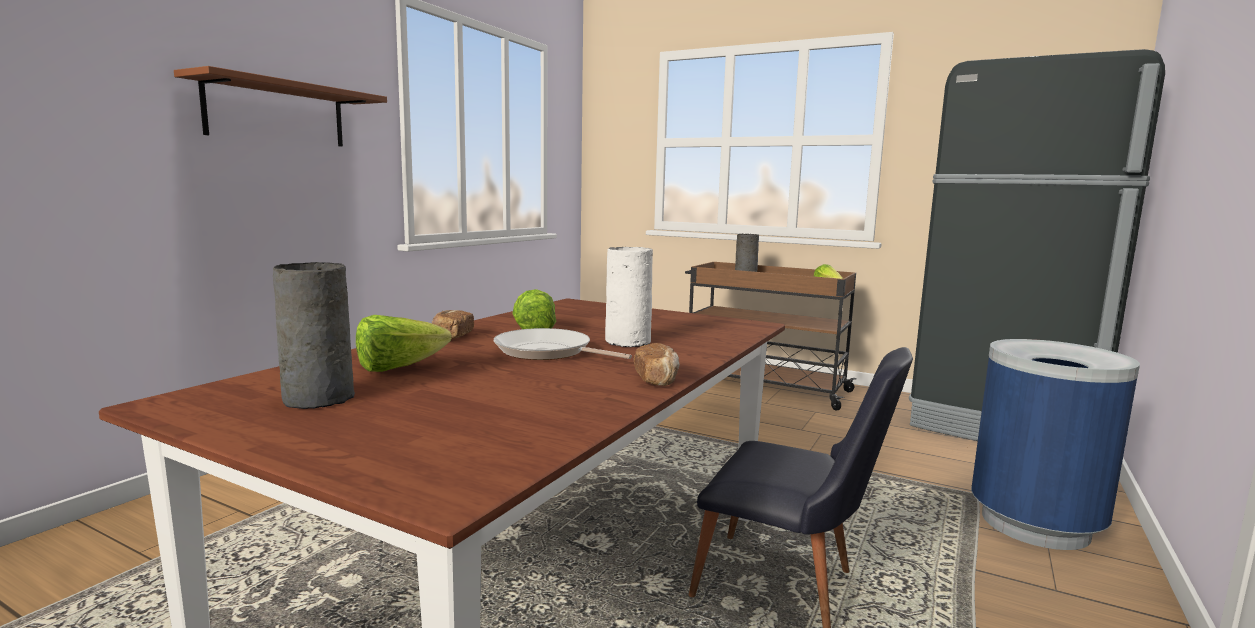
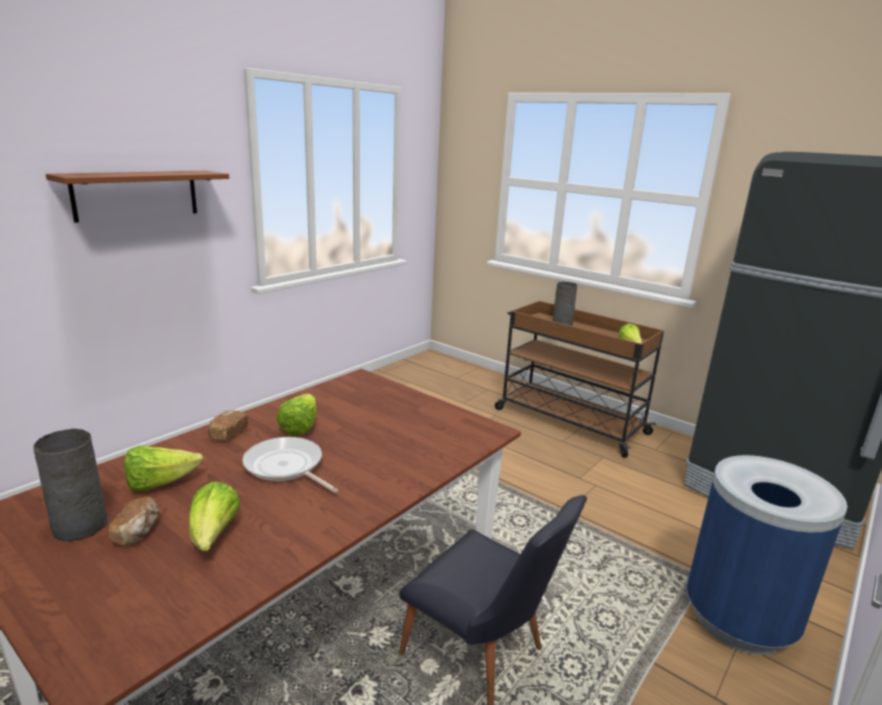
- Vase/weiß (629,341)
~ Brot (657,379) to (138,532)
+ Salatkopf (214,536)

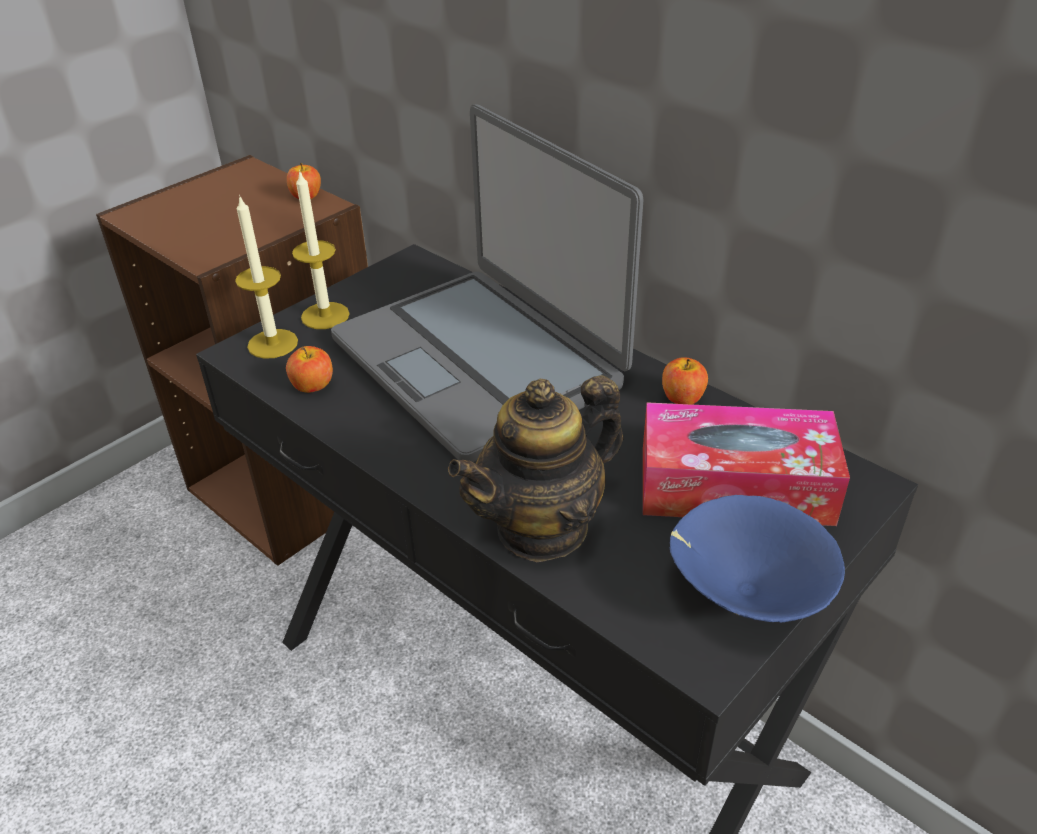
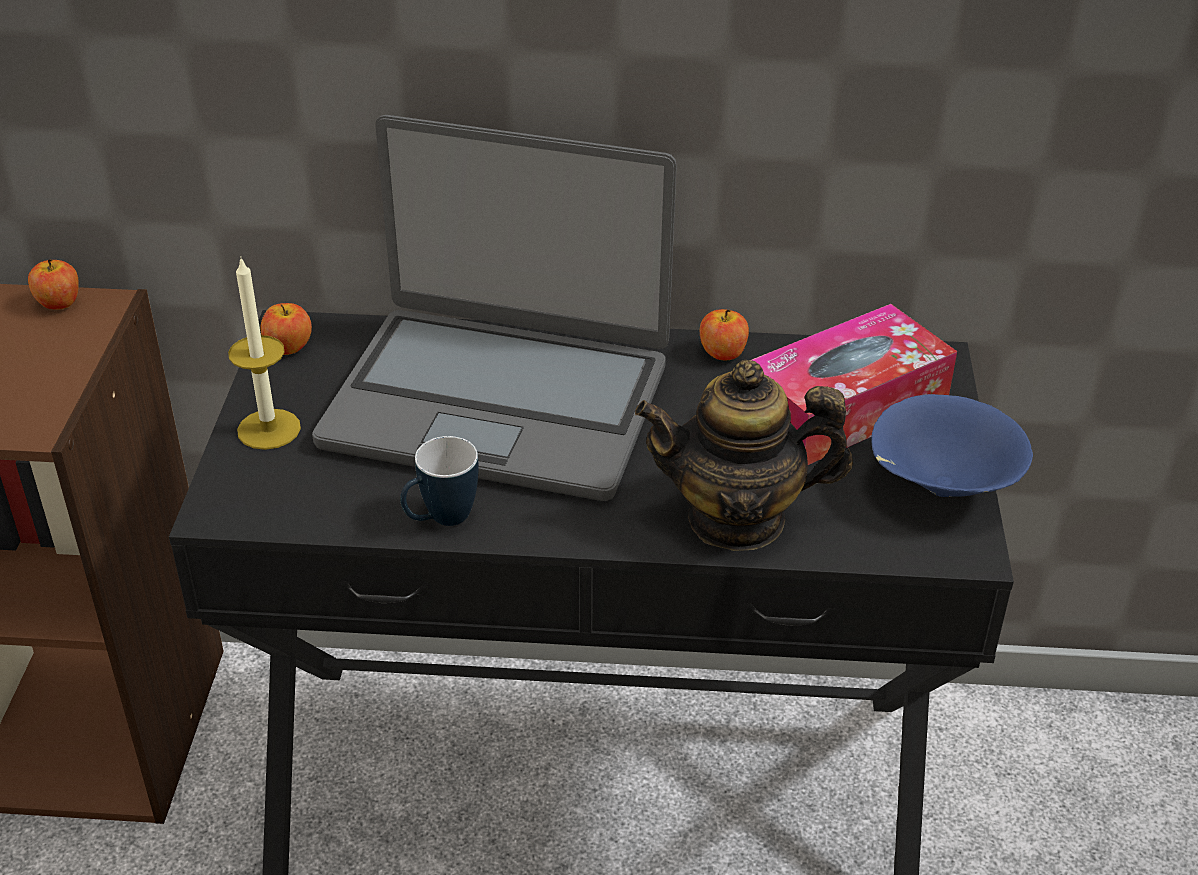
- Kerze (272,344)
~ Apfel (312,386) to (289,347)
~ Teekanne (542,527) = (737,518) 75 degrees clockwise
+ Henkelbecher (440,520)

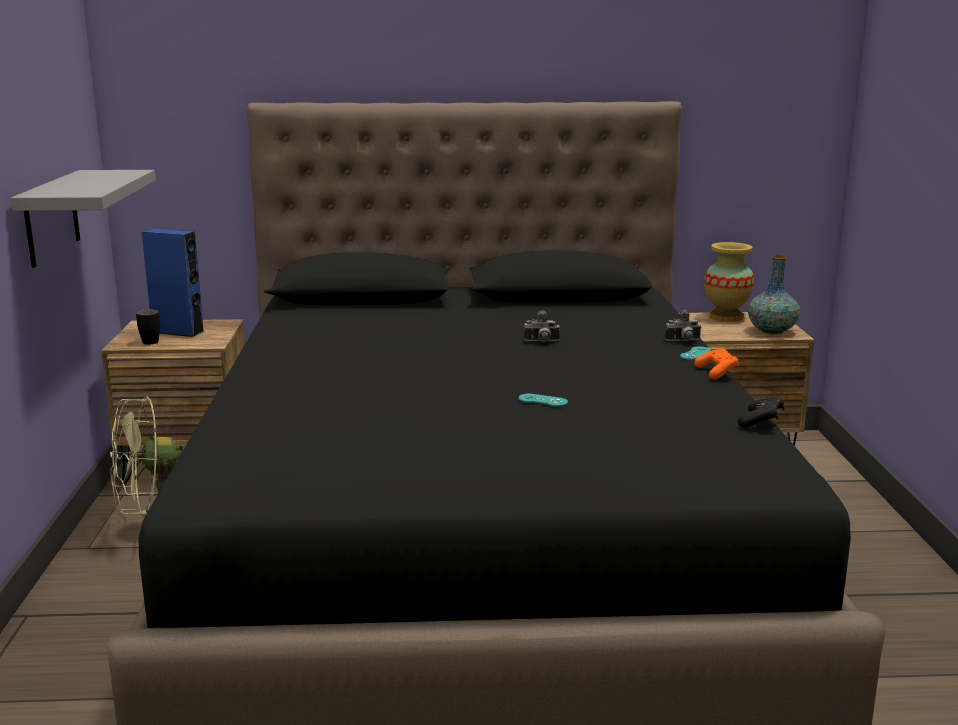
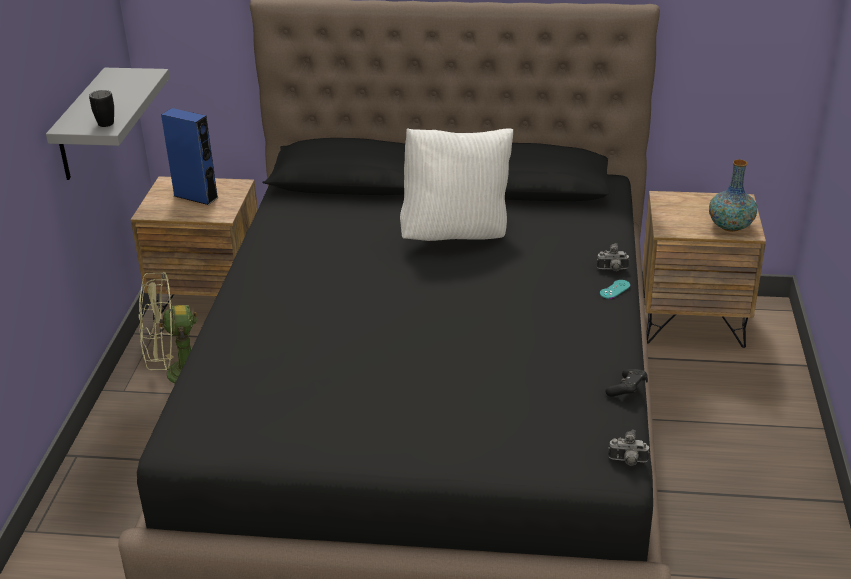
~ Henkelbecher/schwarz (149,341) to (105,121)
- Gamepad/türkis (543,400)
~ Kamera (541,342) to (627,461)
- Gamepad/orange (716,372)
- Vase (725,317)
+ Kissen/weiß (456,234)

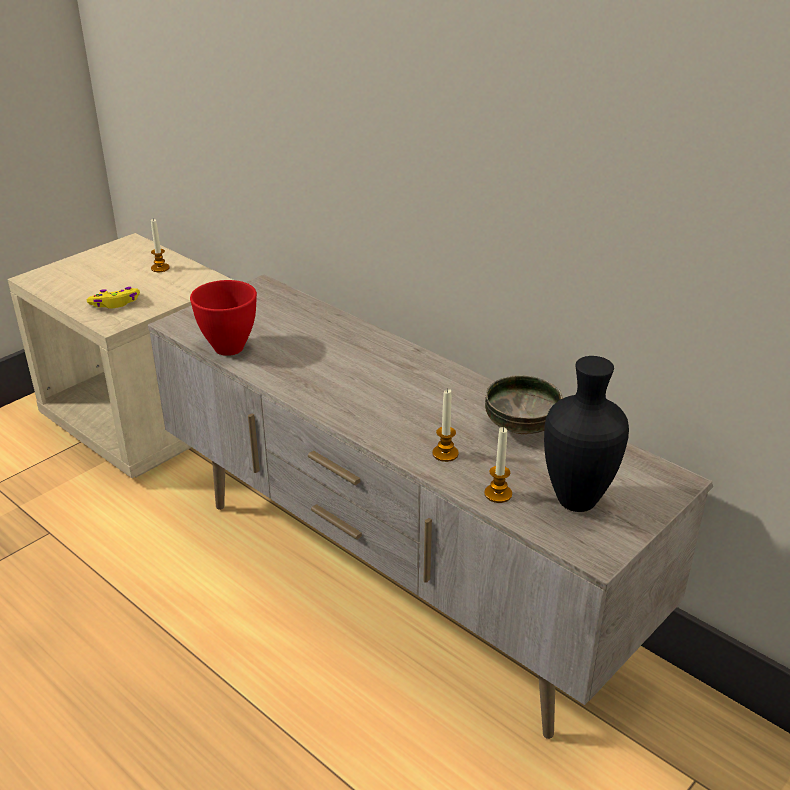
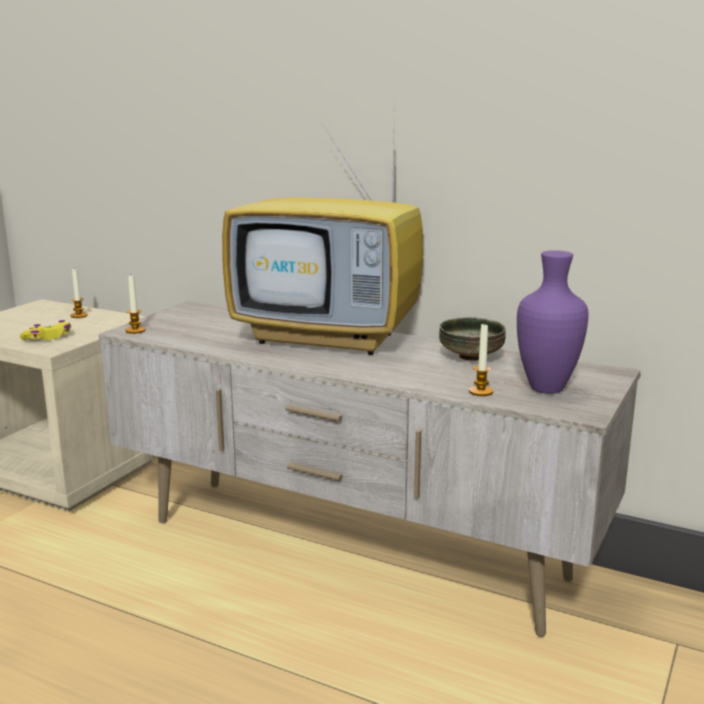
- Schüssel/rot (228,347)
~ Kerze (445,454) to (135,330)
~ Vase/schwarz (578,503) to Vase/lila (548,389)
+ Fernseher (331,338)

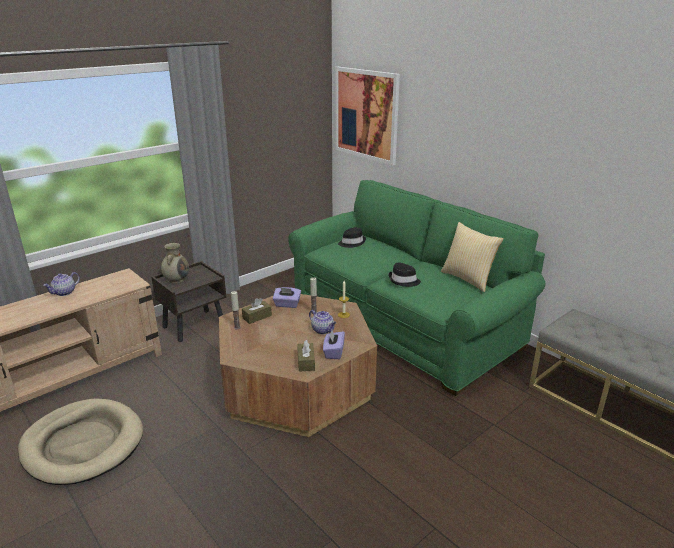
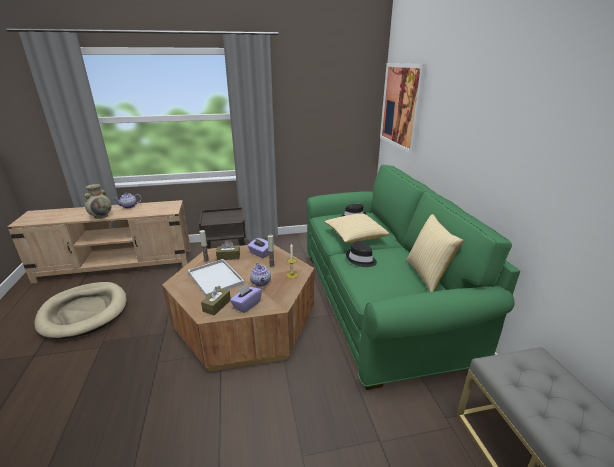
~ Vase/beige (176,280) to (101,216)
+ Tablett/weiß (214,278)
+ Kissen (355,236)

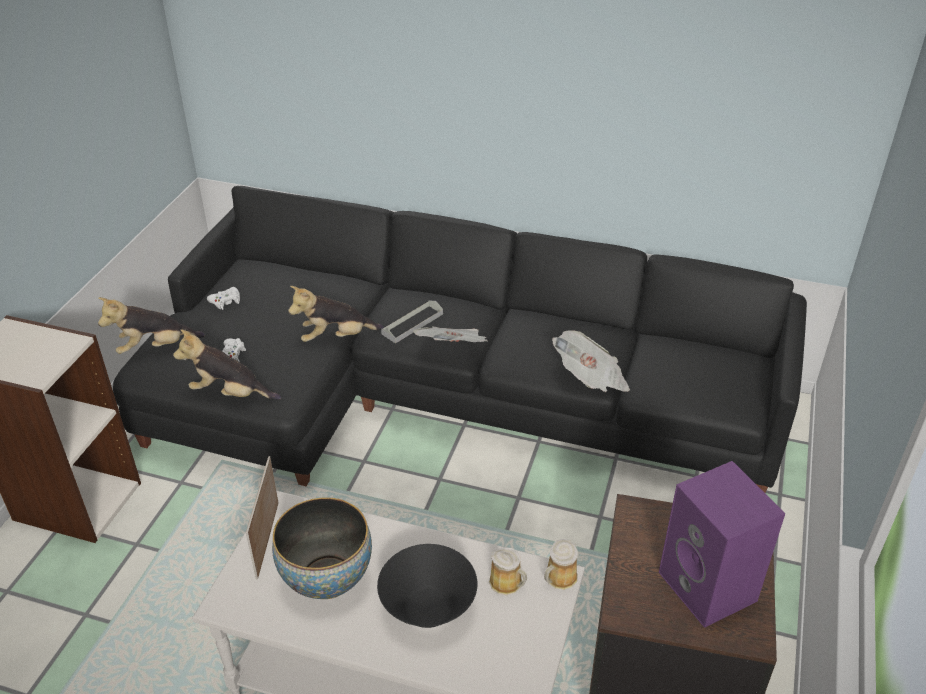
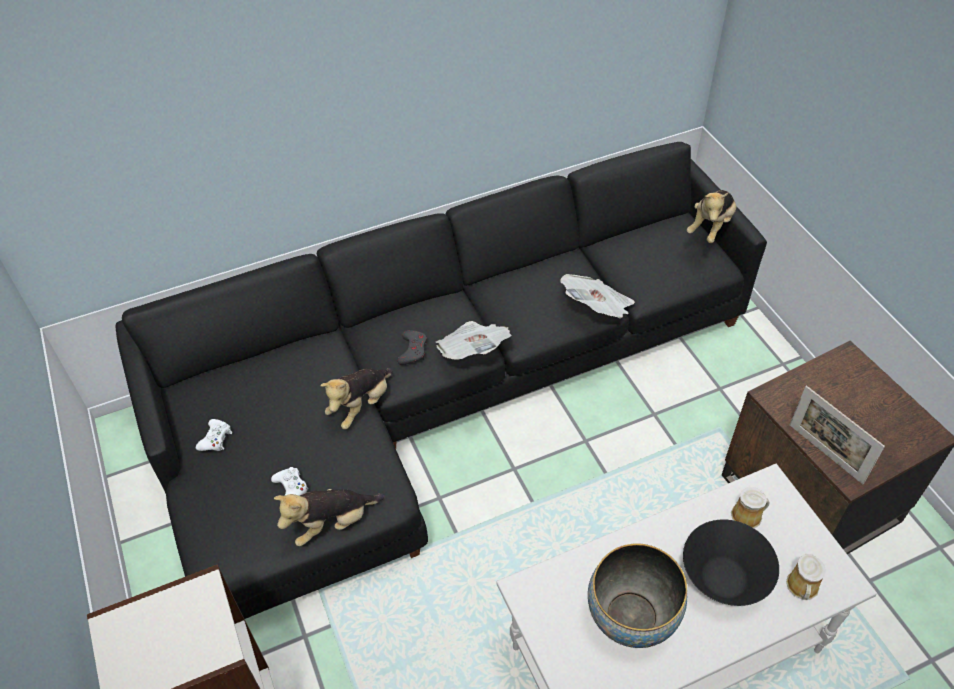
~ Plüschtier (154,347) to (710,227)
~ Bilderrahmen (267,539) to (825,453)
~ Tablett/grau (412,324) to Gamepad/grau (412,350)
~ Henkelbecher (559,578) to (802,588)
- Lautsprecher/lila (710,587)

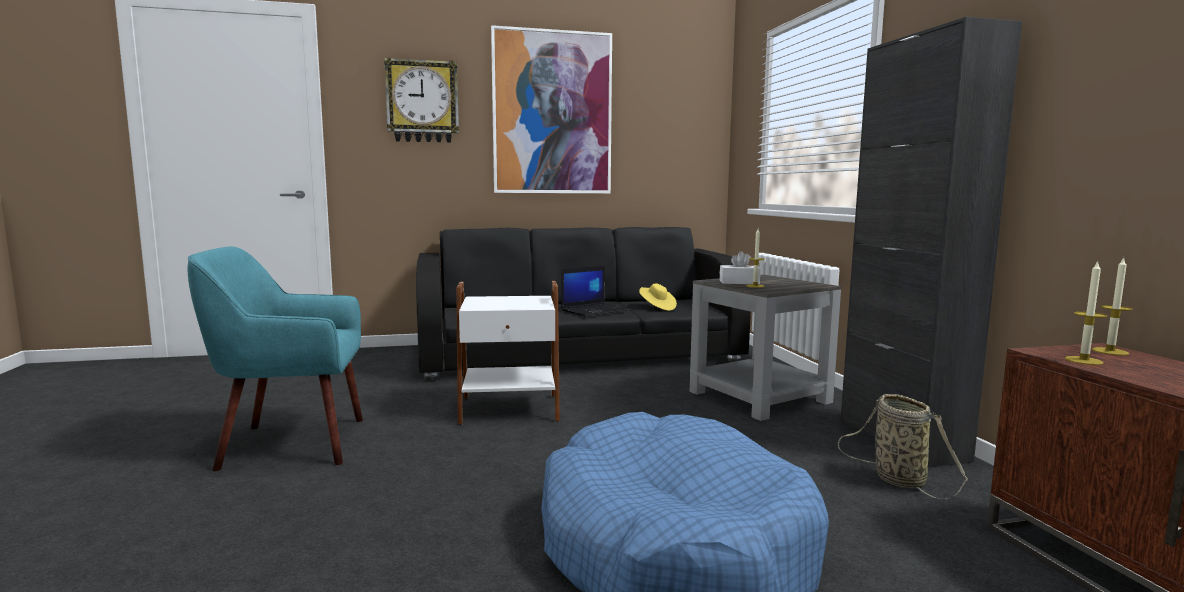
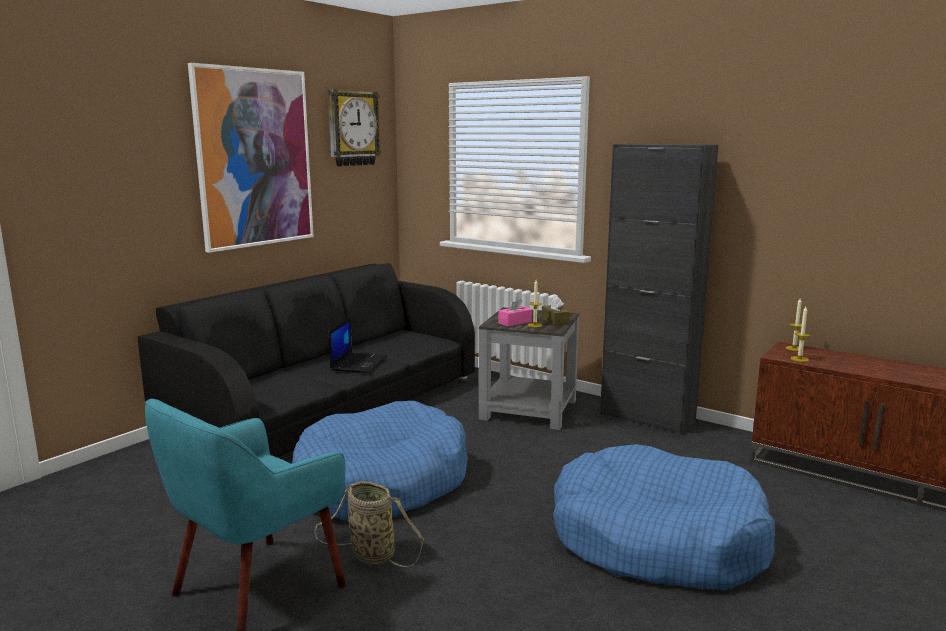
~ Wanduhr (422,101) to (352,128)
~ Beistelltisch/weiß (510,410) to Hundebett/blau (381,482)
- Hut/gelb (657,307)
~ Taschentuchbox/weiß (739,282) to Taschentuchbox/rosa (515,322)
~ Korb (895,478) to (370,554)
+ Taschentuchbox/braun (555,321)

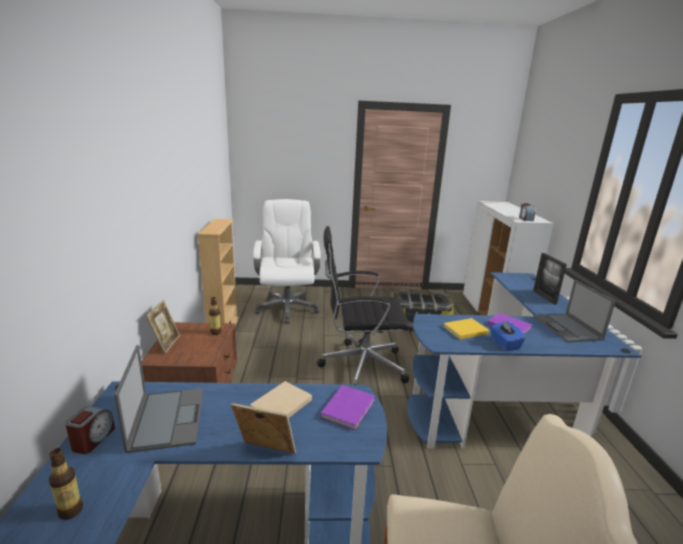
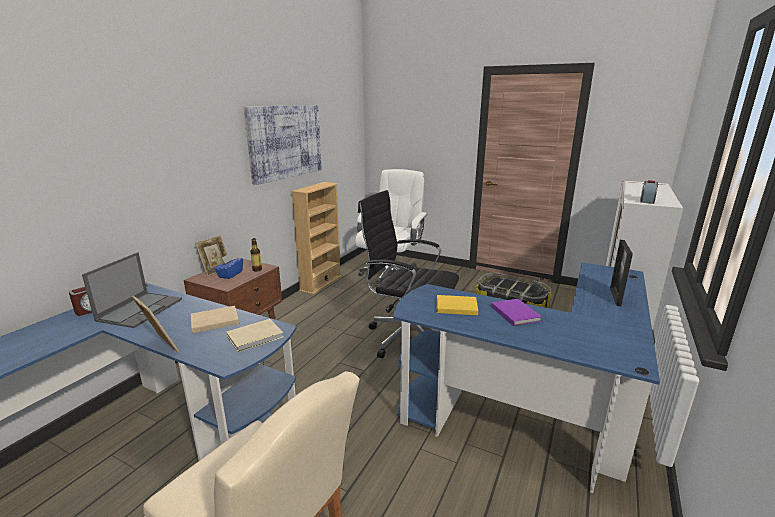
- Flasche (71,510)
~ Buch/lila (349,408) to Buch/beige (256,337)
~ Taschentuchbox/blau (504,344) to (230,274)
- Laptop (567,328)
+ Bild (284,142)

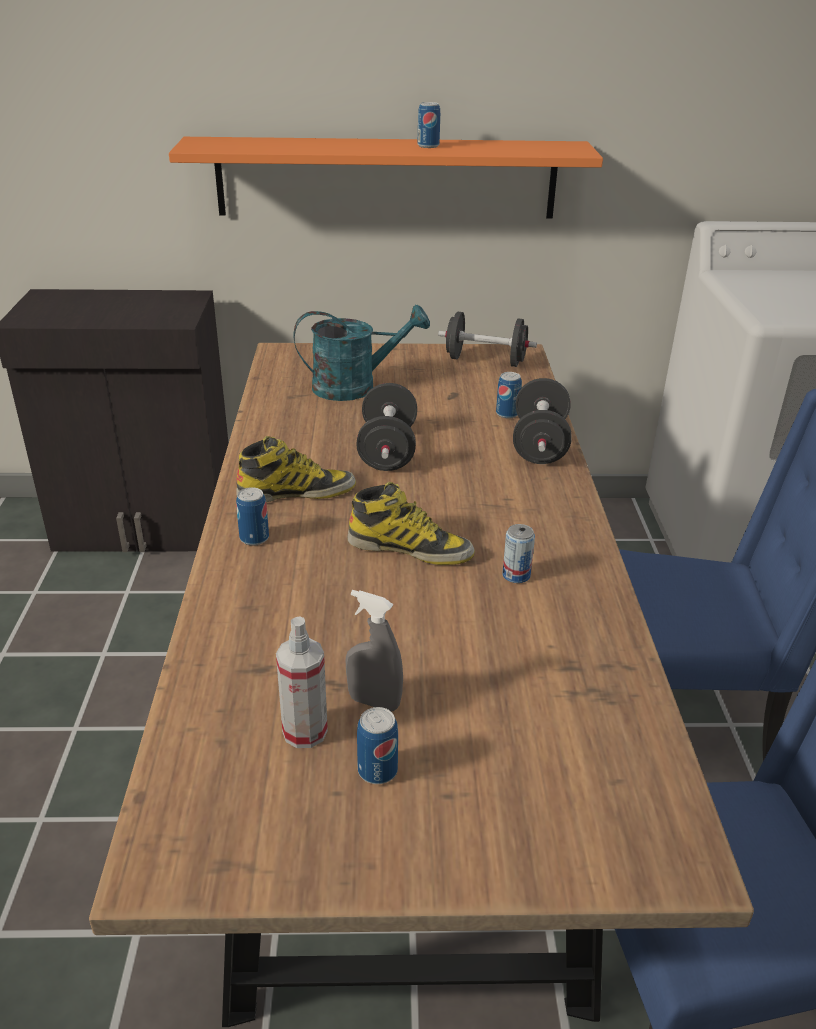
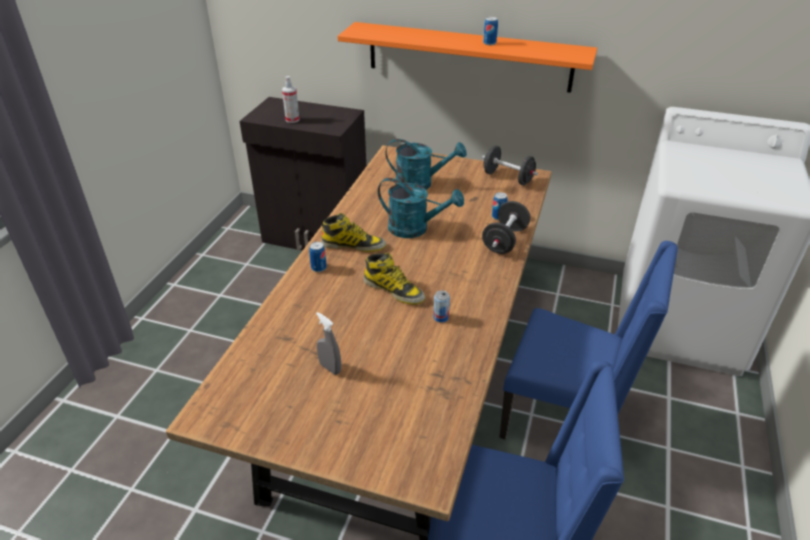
~ Sprühflasche (305,731) to (292,119)
~ Hantel/schwarz (387,451) to Gießkanne/türkis (415,229)
- Dose (377,771)

